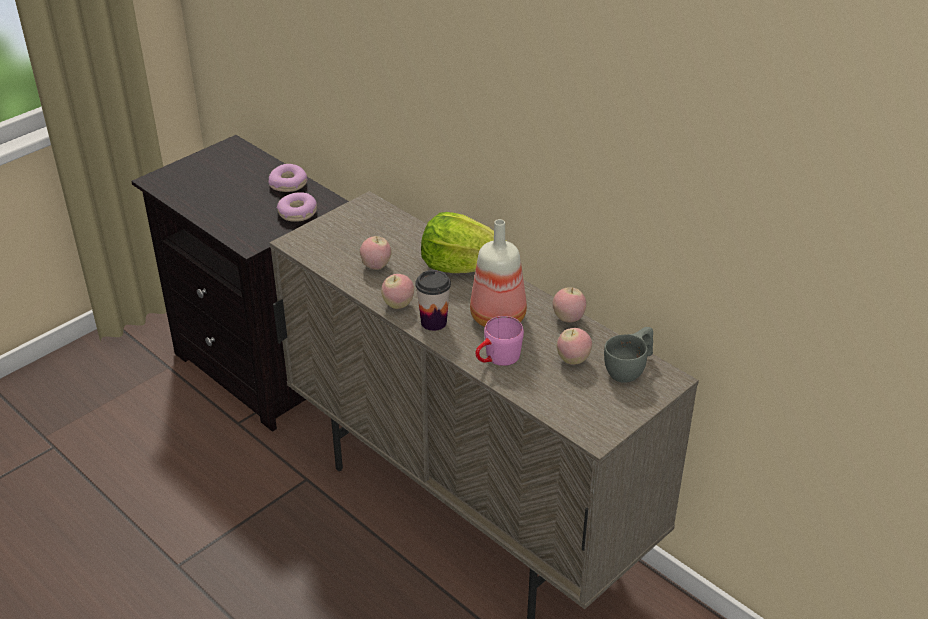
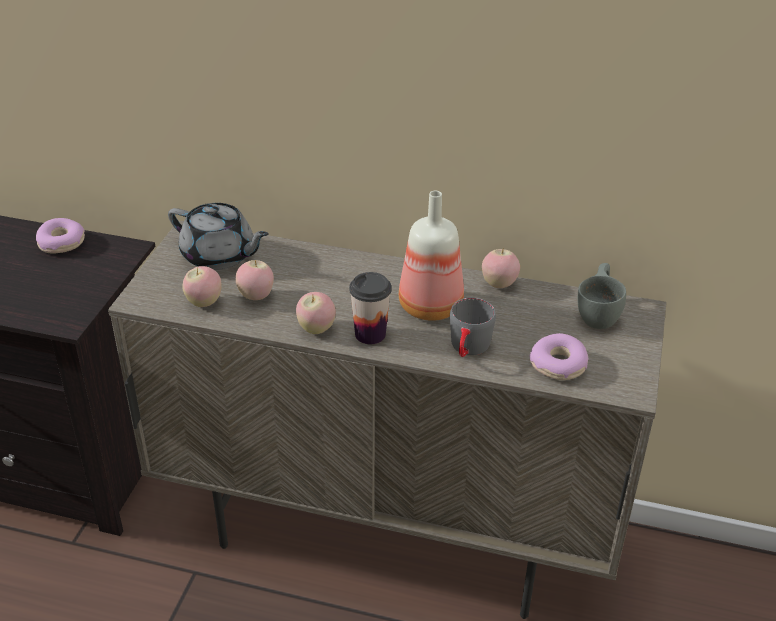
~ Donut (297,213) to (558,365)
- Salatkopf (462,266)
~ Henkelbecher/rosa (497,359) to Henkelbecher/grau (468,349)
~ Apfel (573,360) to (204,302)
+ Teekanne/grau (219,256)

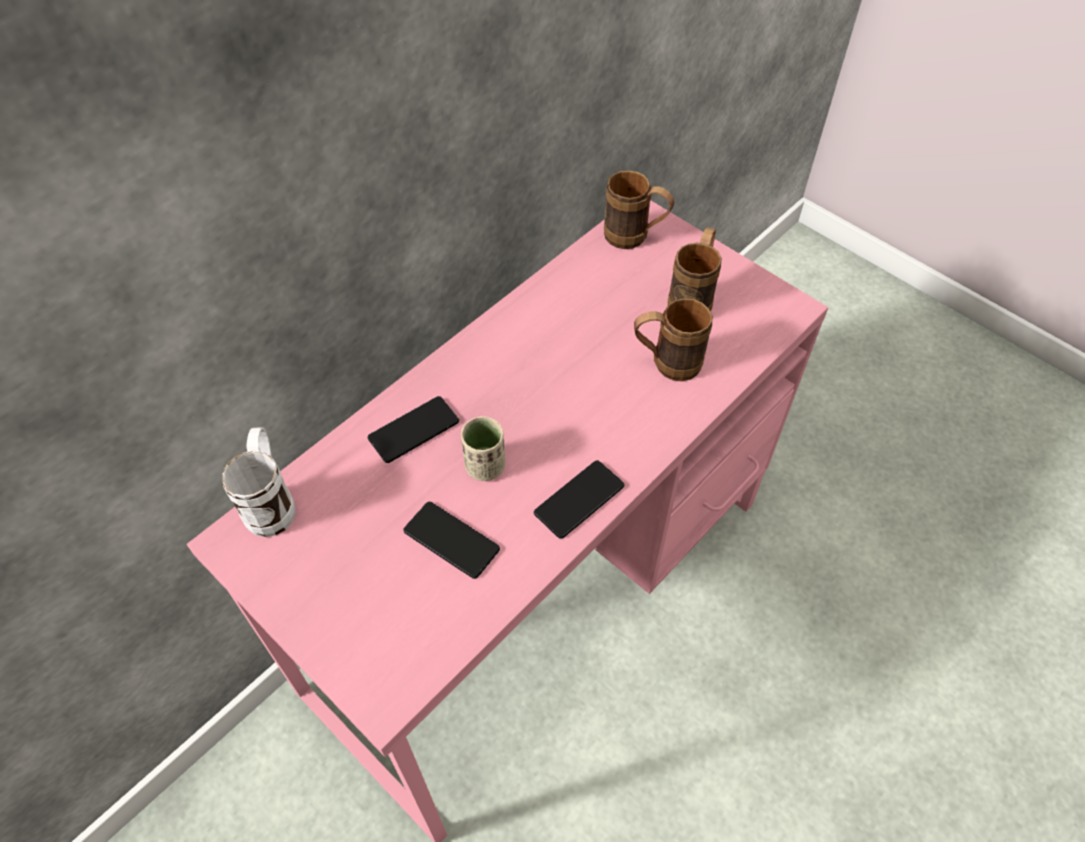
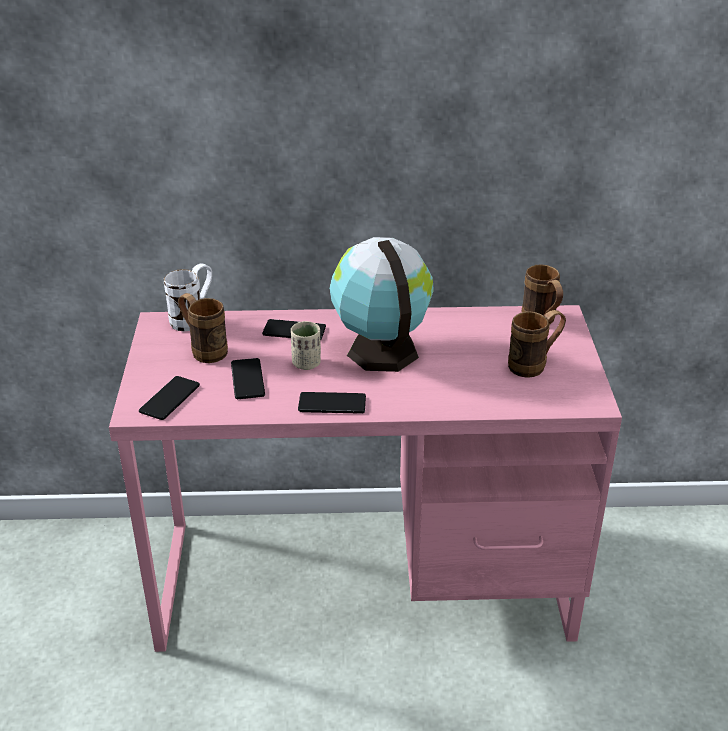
~ Henkelbecher/braun (665,364) to (204,349)
+ Handy (170,399)
+ Globus (380,349)

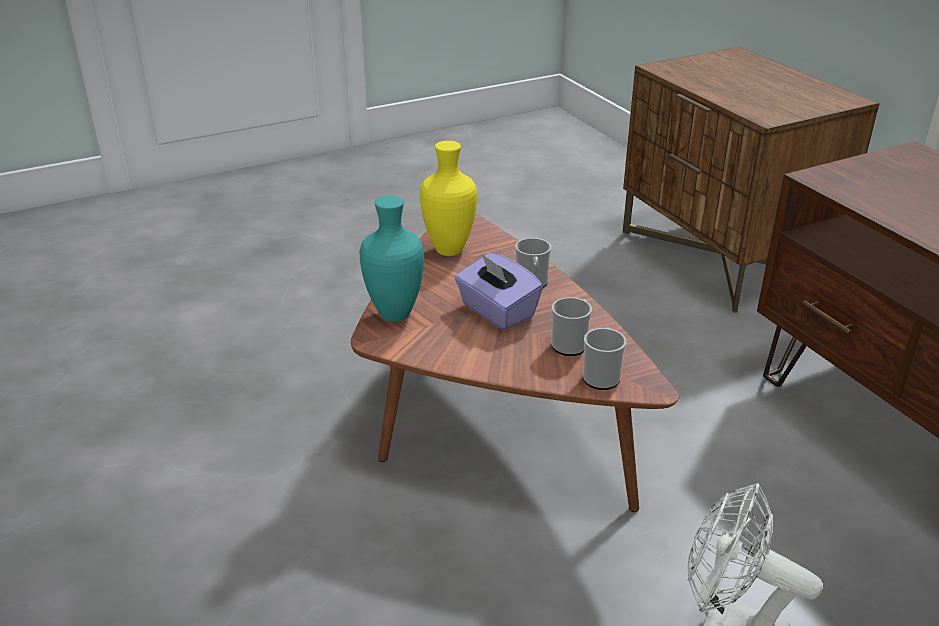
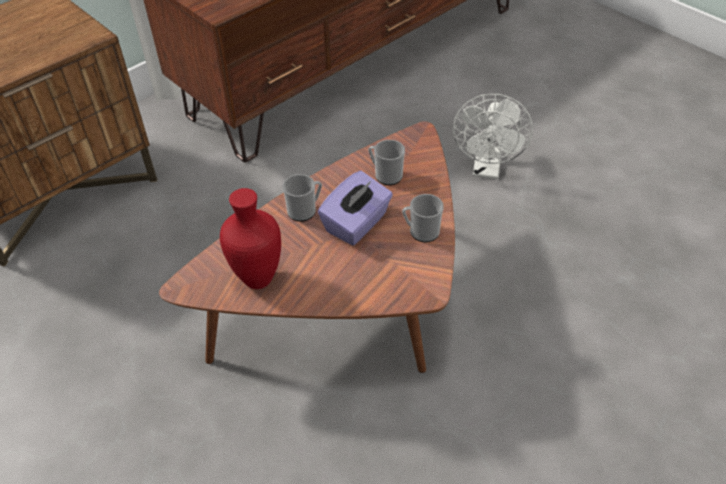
- Vase/türkis (397,315)
~ Vase/gelb (449,251) to Vase/rot (260,278)
~ Henkelbecher (601,376) to (421,232)

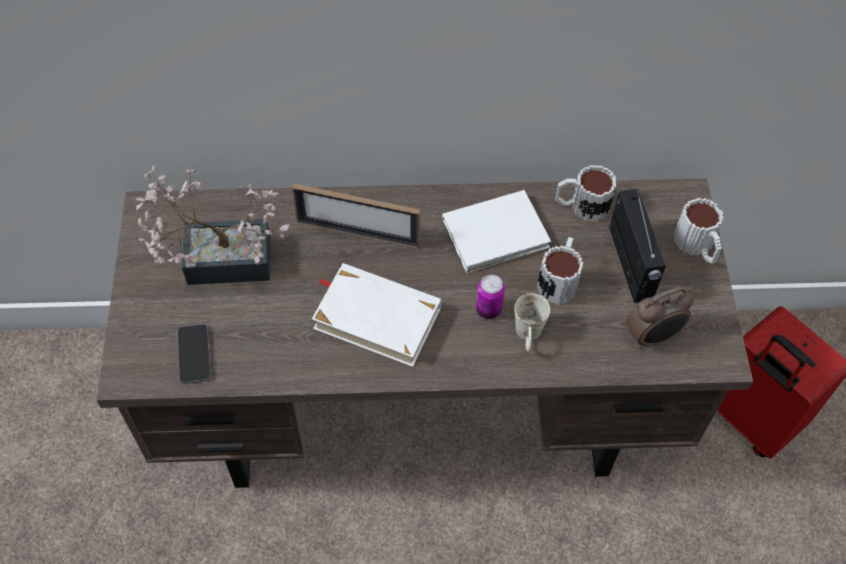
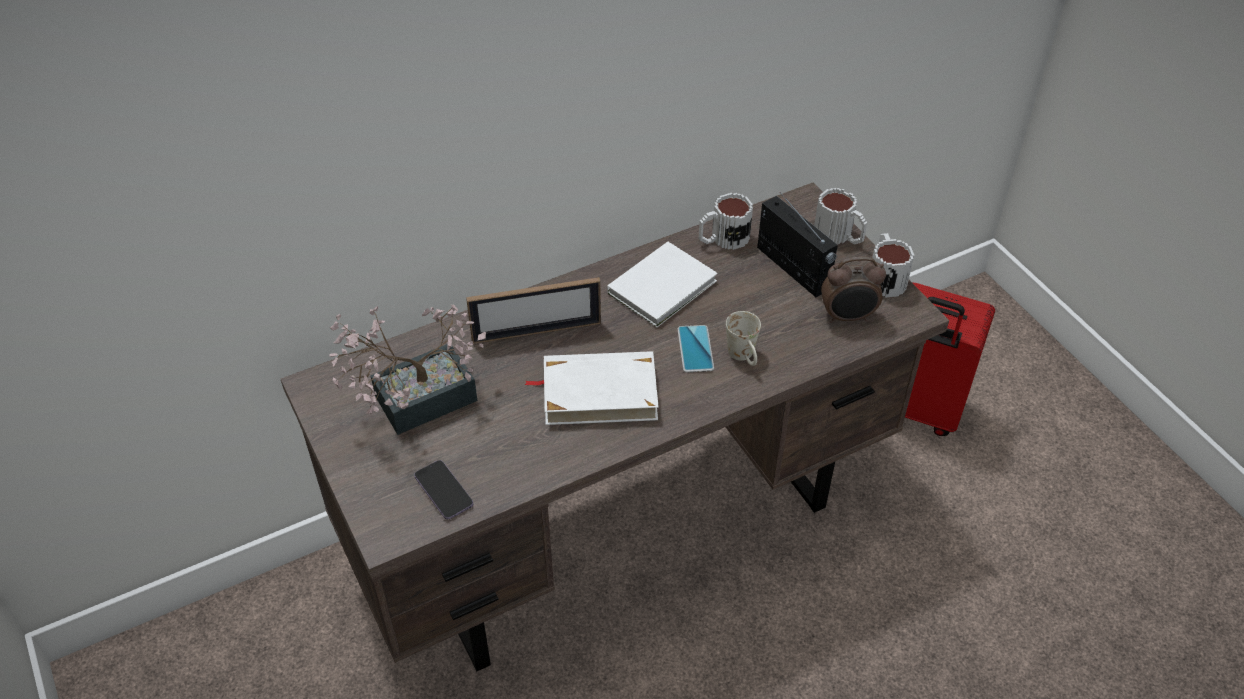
~ Dose (488,310) to Handy (695,349)
~ Henkelbecher (559,279) to (884,277)
~ Wecker (652,336) = (848,317) 45 degrees clockwise

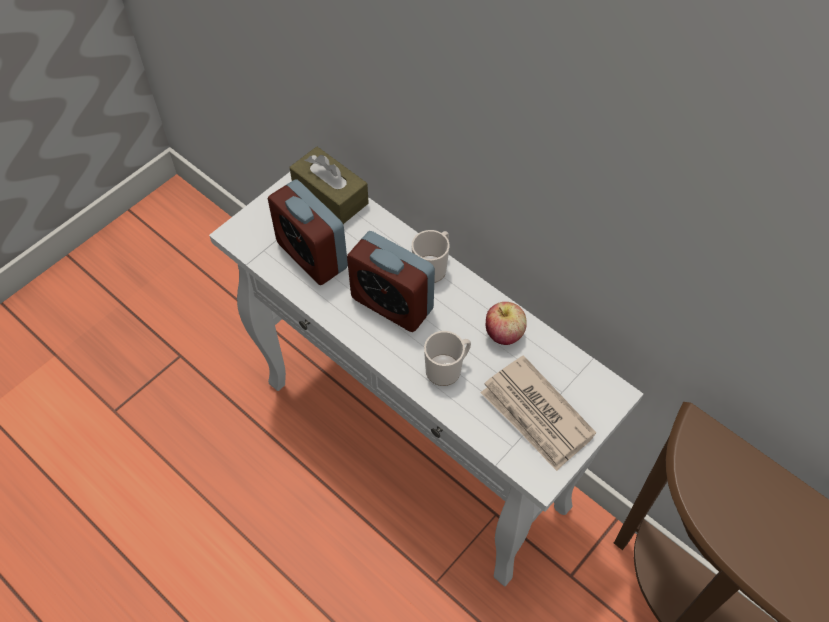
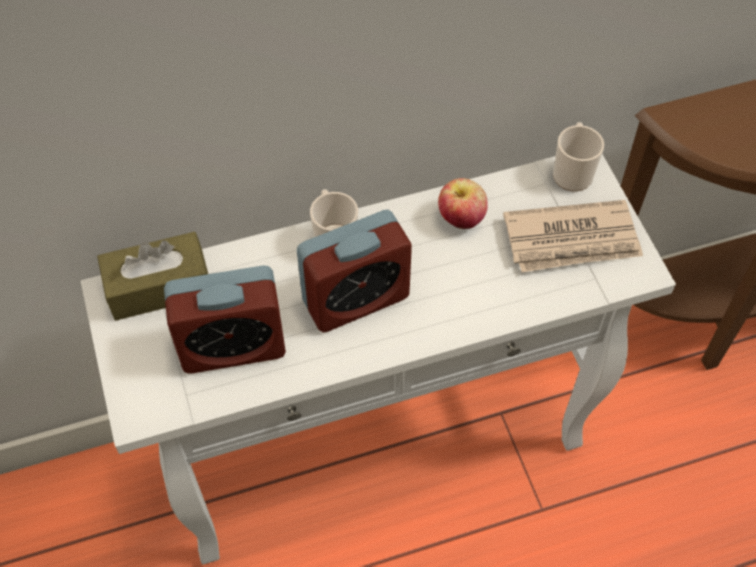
~ Henkelbecher (447,369) to (572,172)

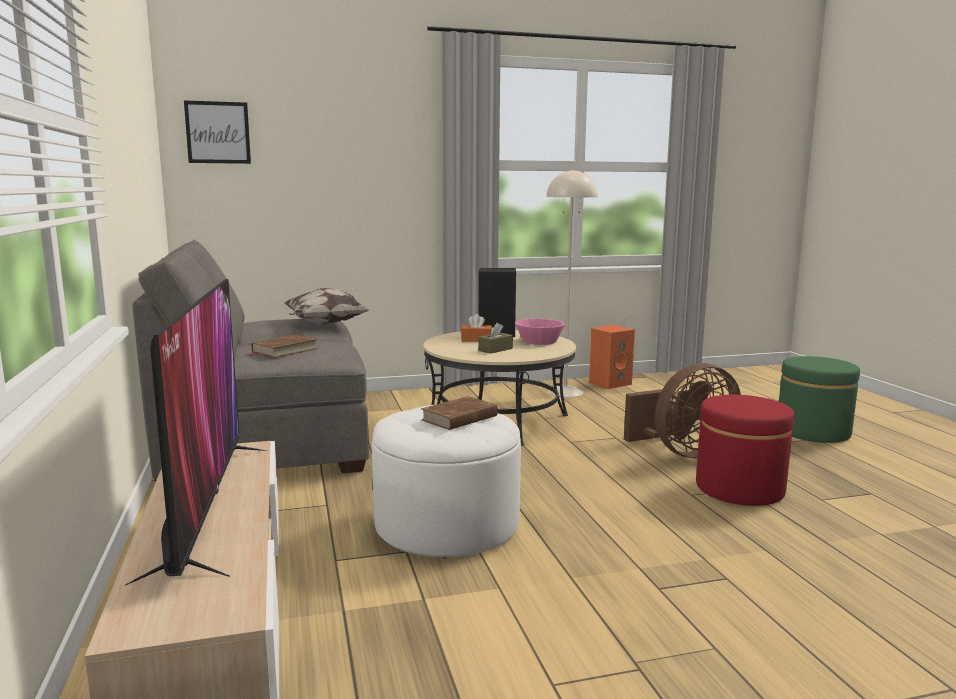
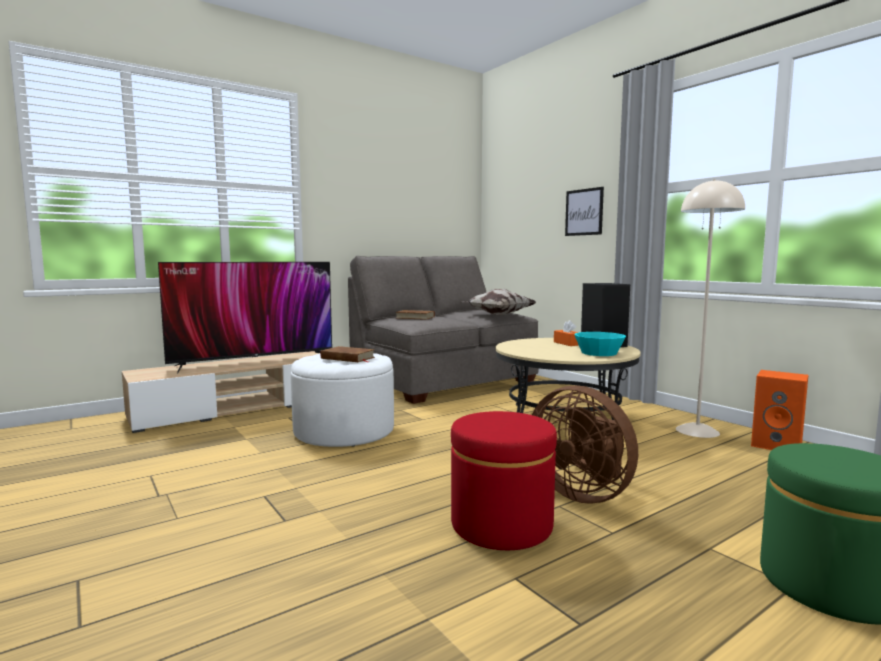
~ Bild (218,132) to (584,212)
- Taschentuchbox/braun (495,349)
~ Schüssel/rosa (539,341) to Schüssel/türkis (599,353)

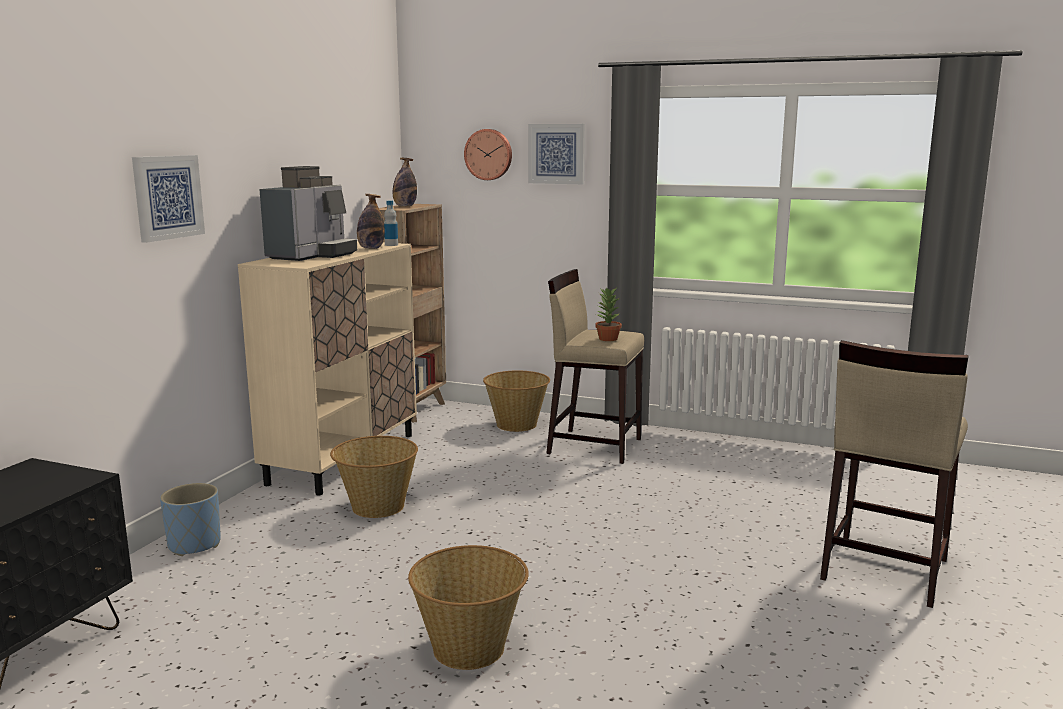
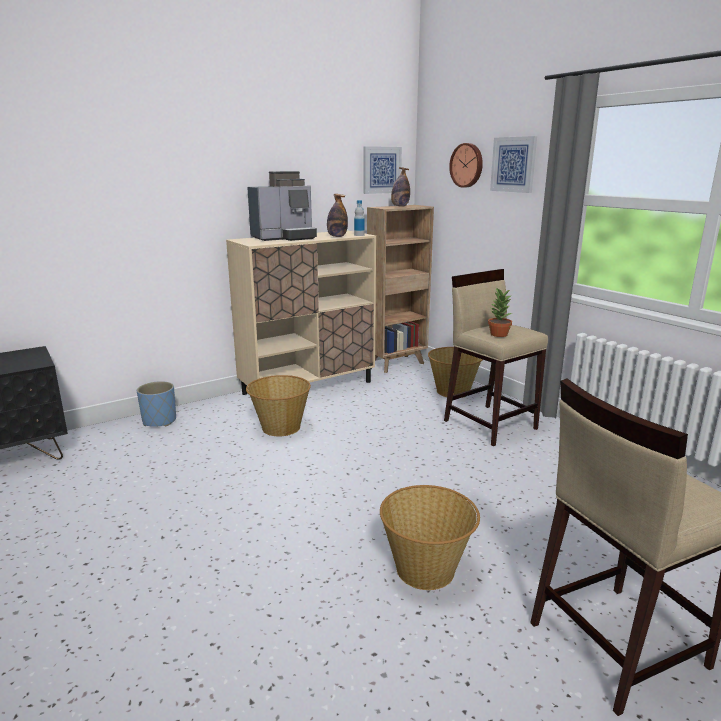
~ Bild (167,197) to (381,170)
~ Korb (470,648) to (426,569)

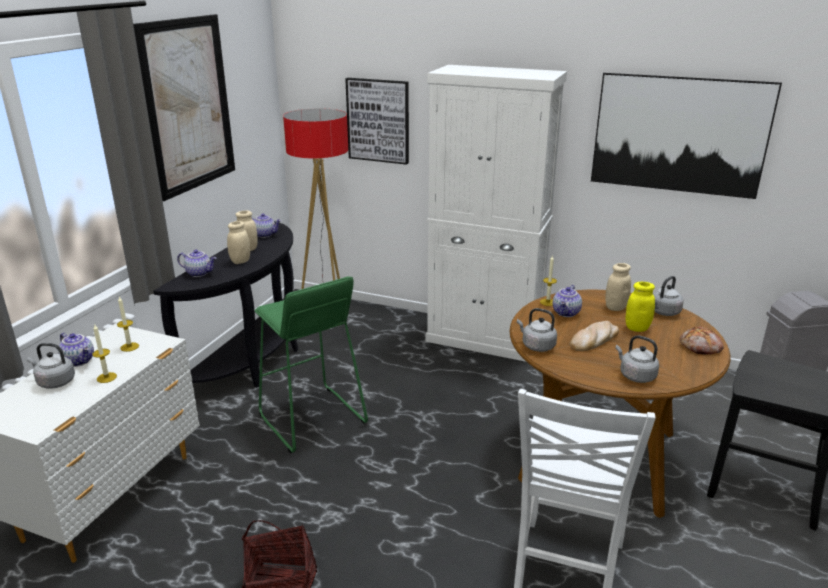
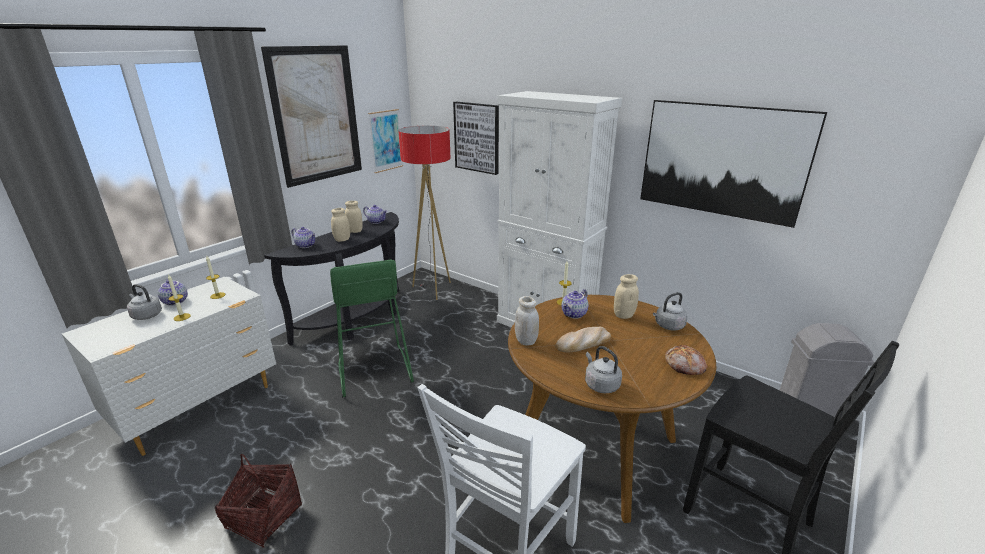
~ Wasserkessel/grau (536,346) to Vorratsglas/weiß (526,341)
- Vorratsglas/gelb (637,328)
+ Bild (386,140)

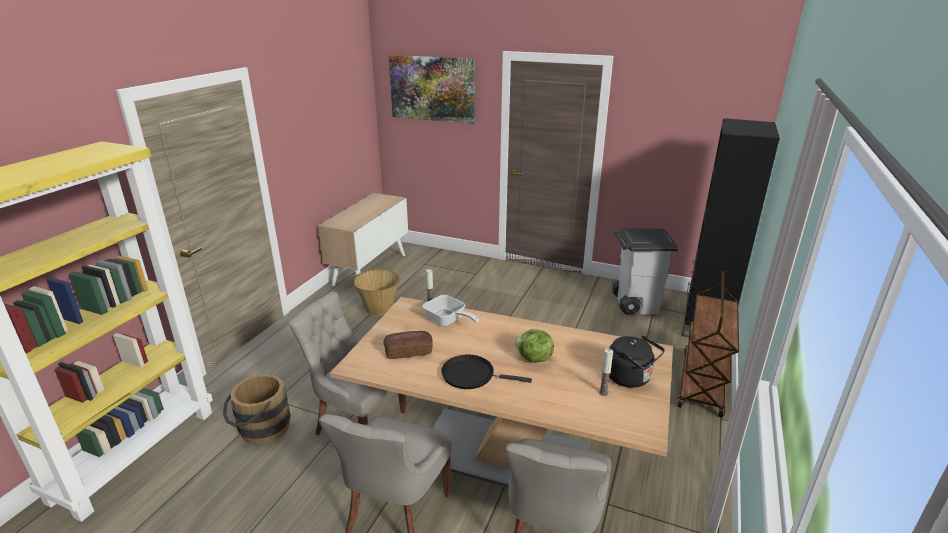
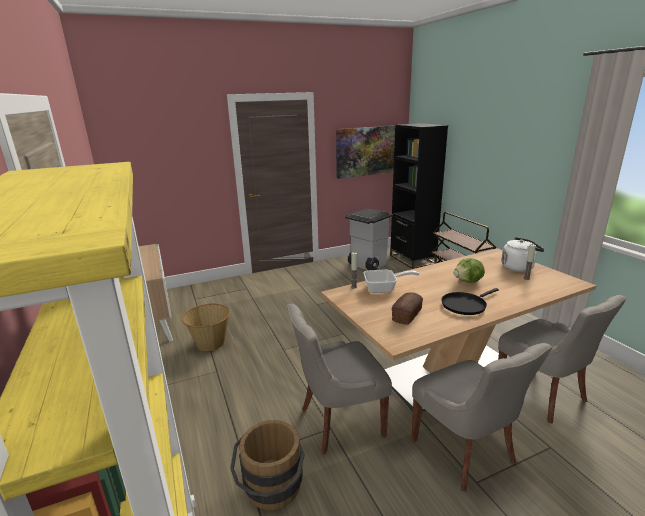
~ Bild (432,88) to (367,151)
~ Wasserkessel/schwarz (631,378) to Wasserkessel/weiß (519,267)

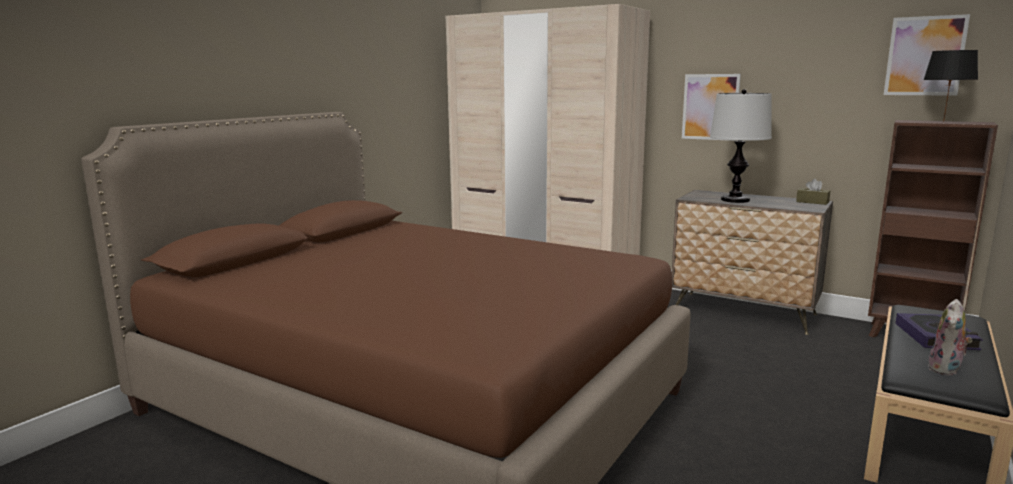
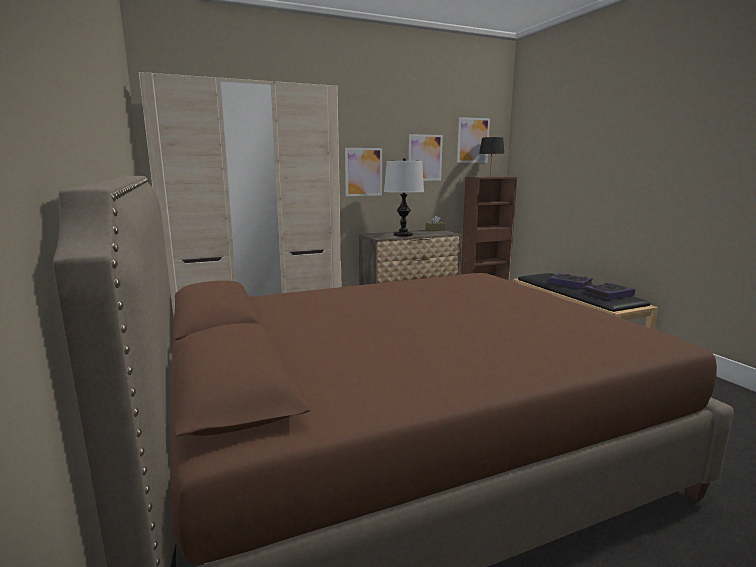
~ Plüschtier (946,369) to Buch (608,294)
+ Bild (425,157)

